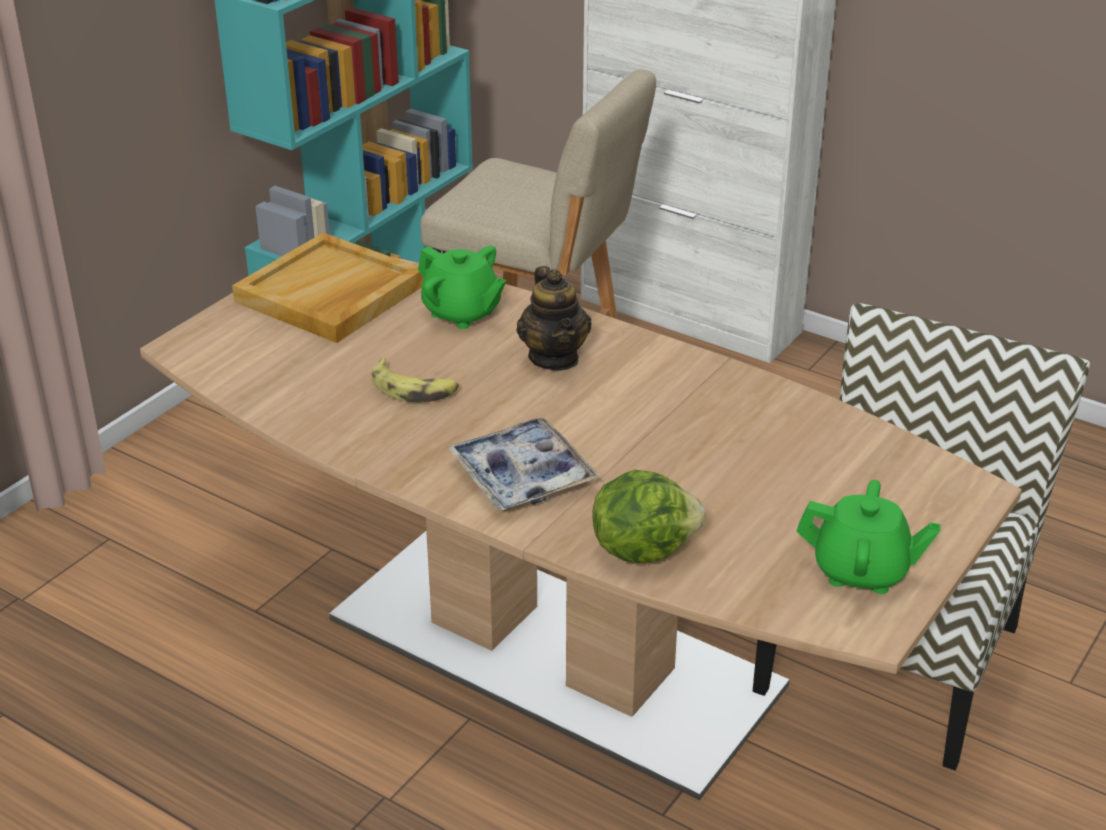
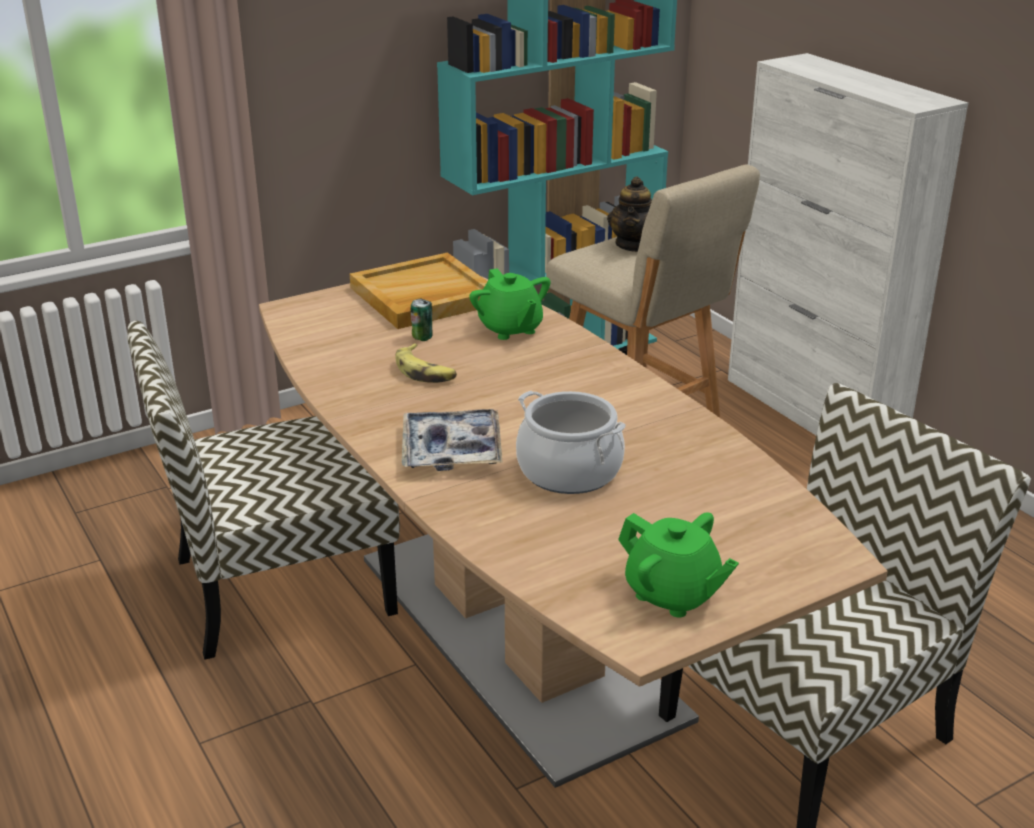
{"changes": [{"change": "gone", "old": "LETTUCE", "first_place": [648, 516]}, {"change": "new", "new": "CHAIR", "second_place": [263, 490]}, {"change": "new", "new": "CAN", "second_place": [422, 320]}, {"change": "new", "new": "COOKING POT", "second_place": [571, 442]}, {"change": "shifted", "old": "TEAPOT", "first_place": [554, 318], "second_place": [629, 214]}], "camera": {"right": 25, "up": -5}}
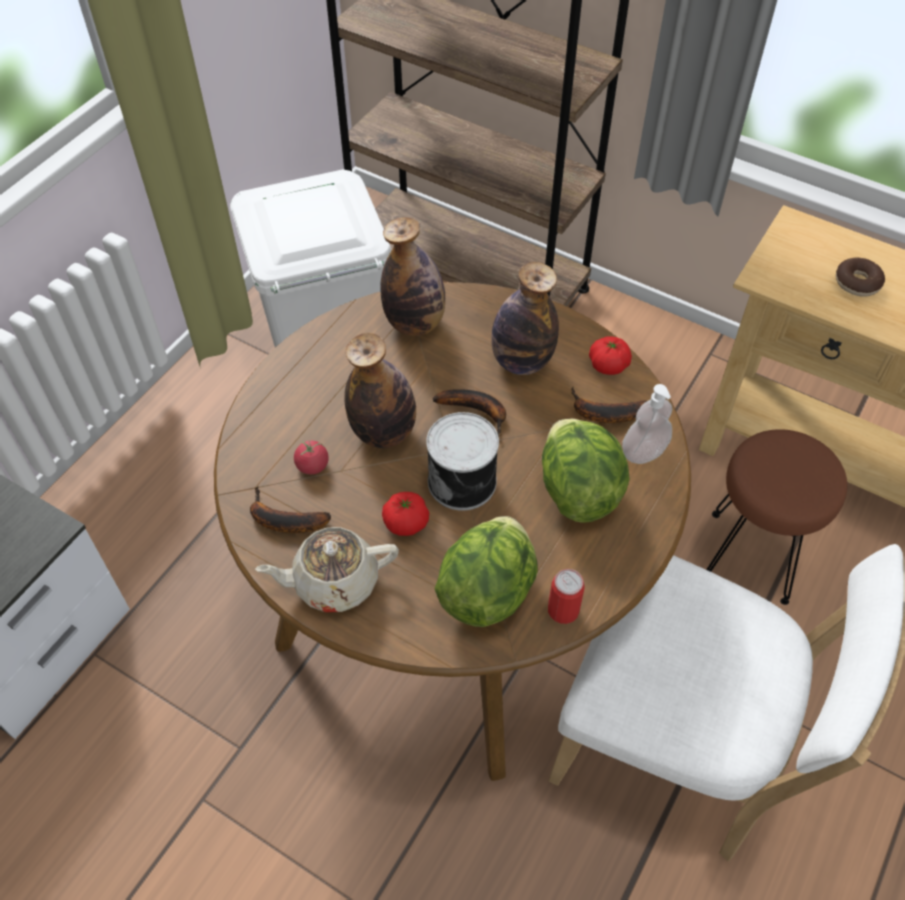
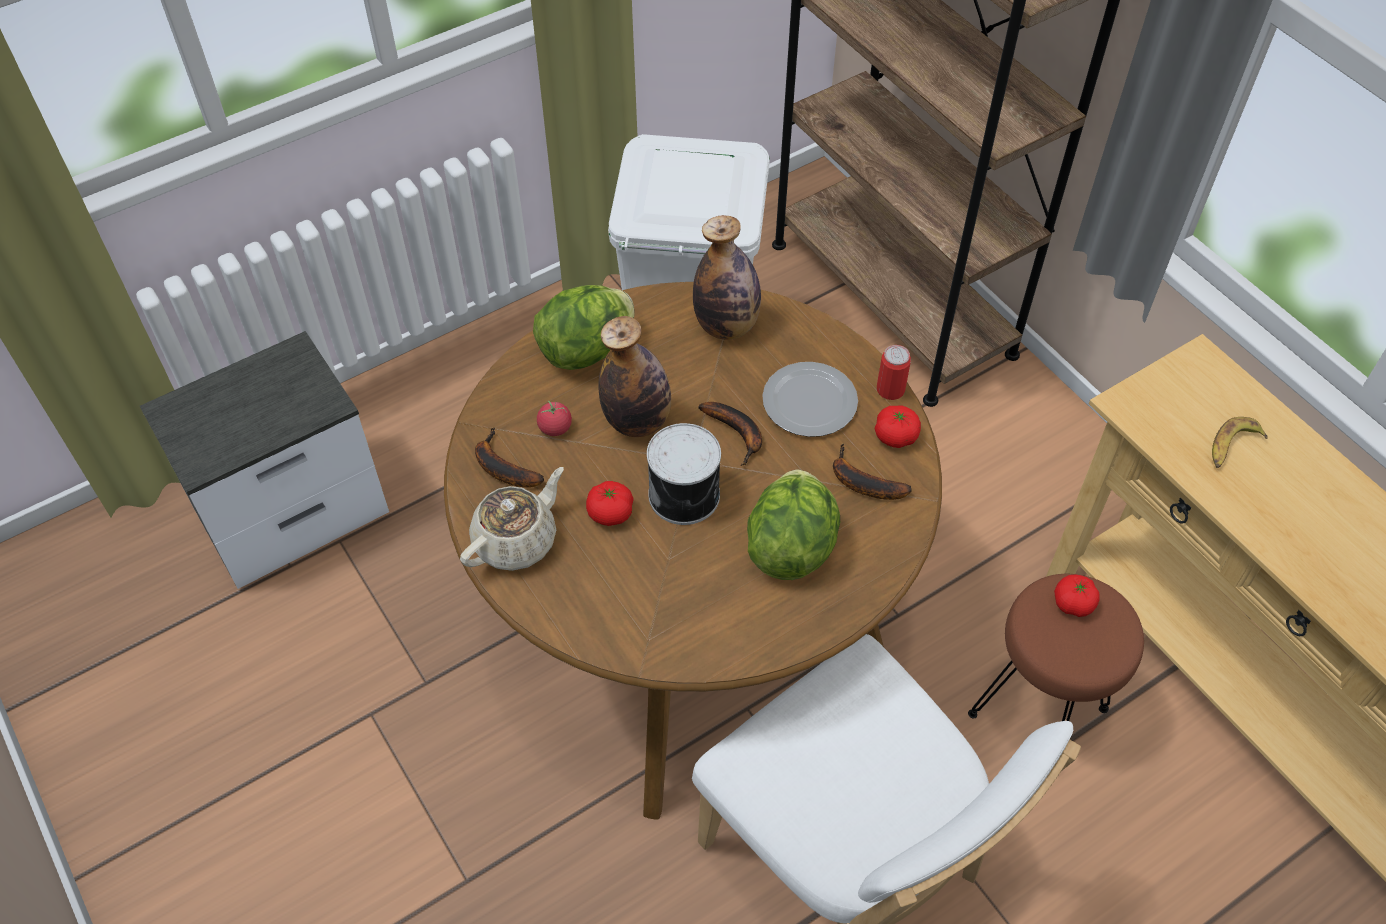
{"changes": [{"change": "gone", "old": "SOAP DISPENSER", "first_place": [647, 424]}, {"change": "new", "new": "TOMATO", "second_place": [1076, 595]}, {"change": "shifted", "old": "LETTUCE", "first_place": [486, 571], "second_place": [583, 327]}, {"change": "shifted", "old": "CAN", "first_place": [566, 596], "second_place": [894, 372]}, {"change": "swapped", "old": "BOTTLE", "new": "PLATE", "first_place": [525, 318], "second_place": [810, 399]}, {"change": "swapped", "old": "DONUT", "new": "BANANA", "first_place": [860, 277], "second_place": [1240, 442]}, {"change": "rotated", "old": "BEIGE TEAPOT", "first_place": [327, 569], "second_place": [512, 519], "degrees": 120}], "camera": {"right": 25, "up": 0}}
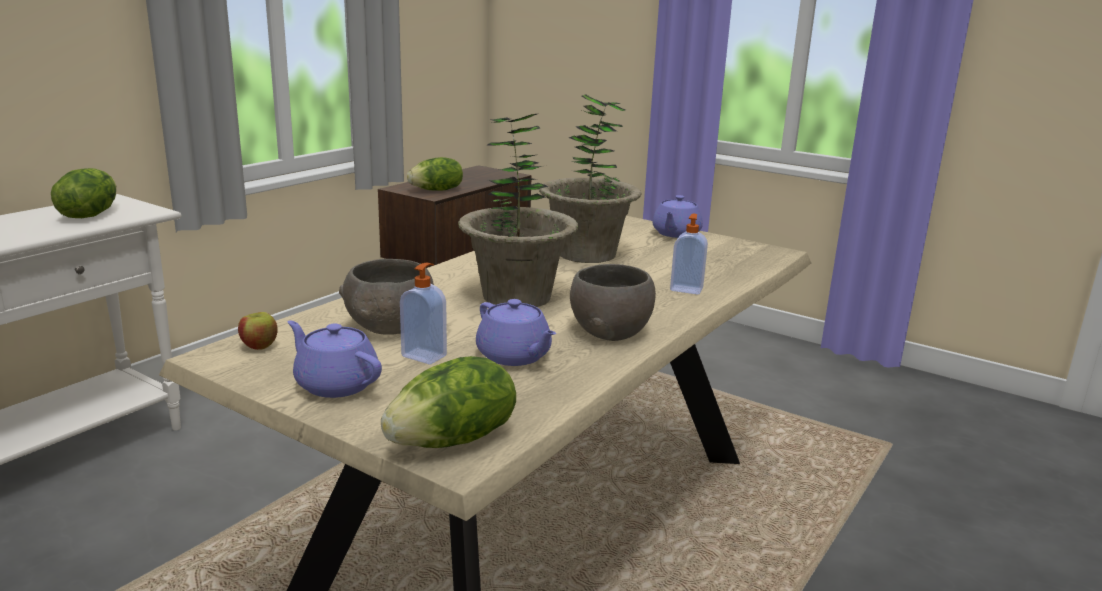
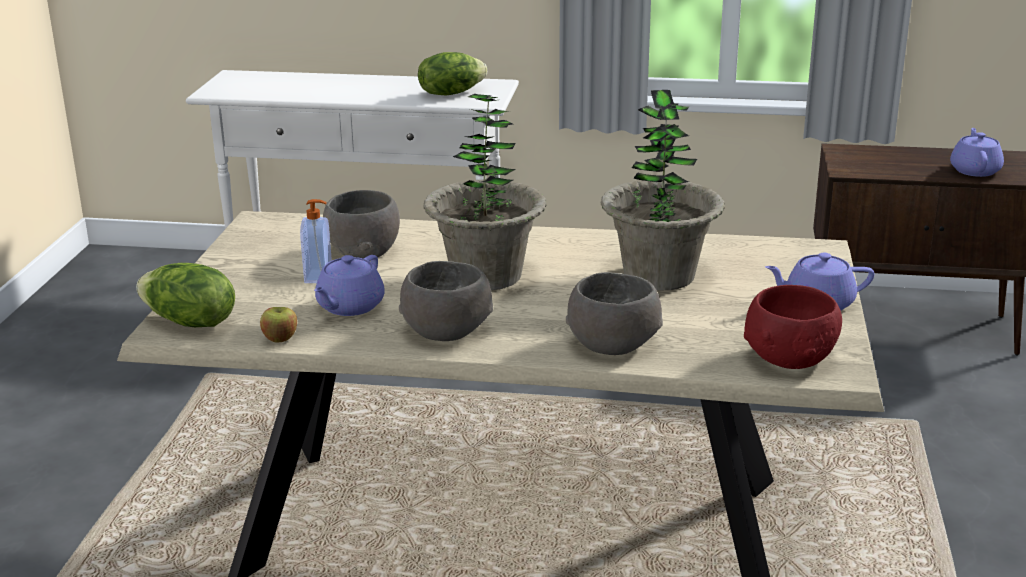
{"changes": [{"change": "gone", "old": "LETTUCE", "first_place": [435, 174]}, {"change": "new", "new": "RED BOWL", "second_place": [793, 327]}, {"change": "shifted", "old": "APPLE", "first_place": [258, 331], "second_place": [278, 325]}, {"change": "shifted", "old": "PURPLE TEAPOT", "first_place": [334, 359], "second_place": [977, 152]}, {"change": "swapped", "old": "SOAP DISPENSER", "new": "GREY BOWL", "first_place": [689, 254], "second_place": [614, 313]}], "camera": {"right": 65, "up": 5}}
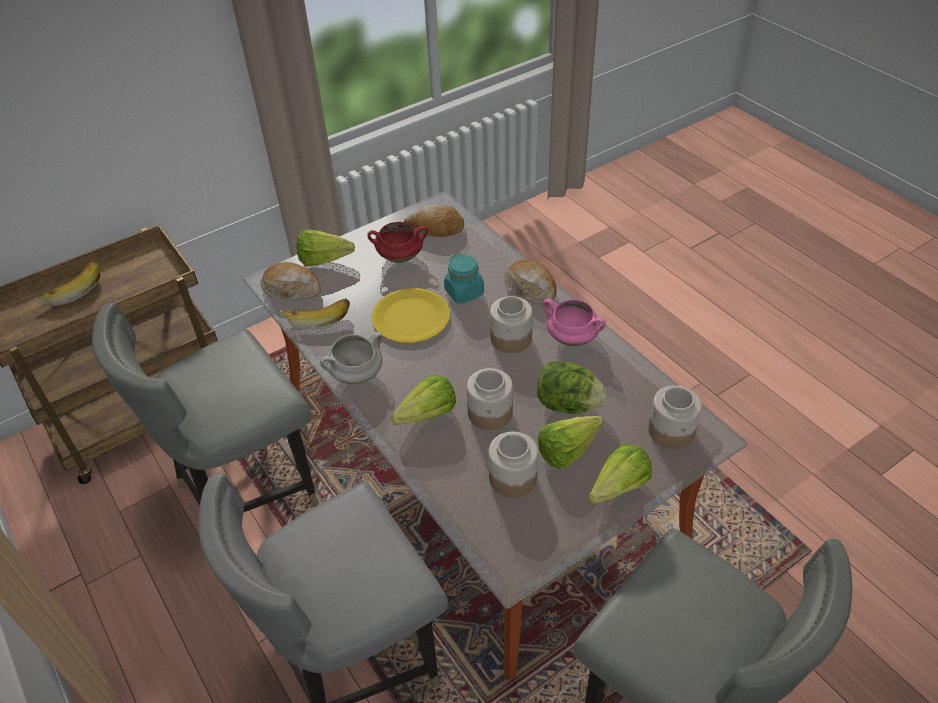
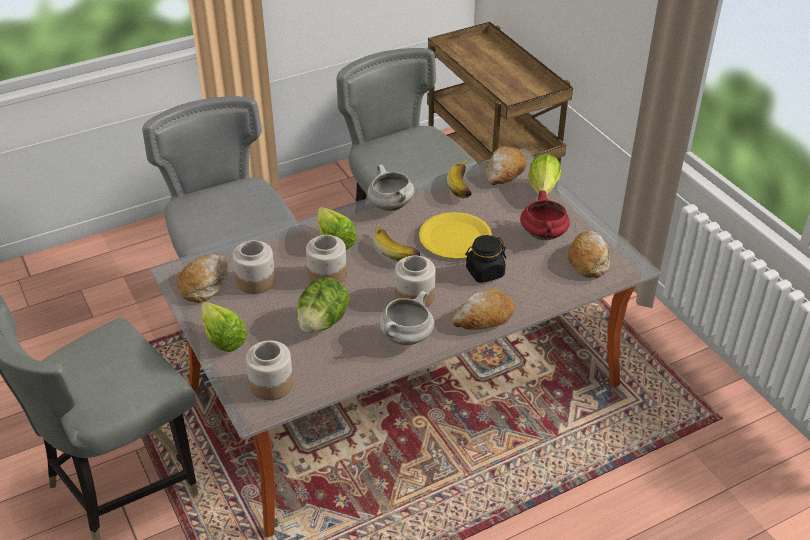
{"changes": [{"change": "gone", "old": "LETTUCE", "first_place": [570, 442]}, {"change": "new", "new": "BREAD", "second_place": [202, 278]}, {"change": "shifted", "old": "BANANA", "first_place": [67, 283], "second_place": [396, 243]}, {"change": "repainted", "old": "TURQUOISE JAR", "new": "BLACK JAR", "first_place": [464, 279], "second_place": [485, 259]}, {"change": "repainted", "old": "PINK COOKING POT", "new": "WHITE COOKING POT", "first_place": [574, 322], "second_place": [406, 318]}], "camera": {"right": 95, "up": -5}}
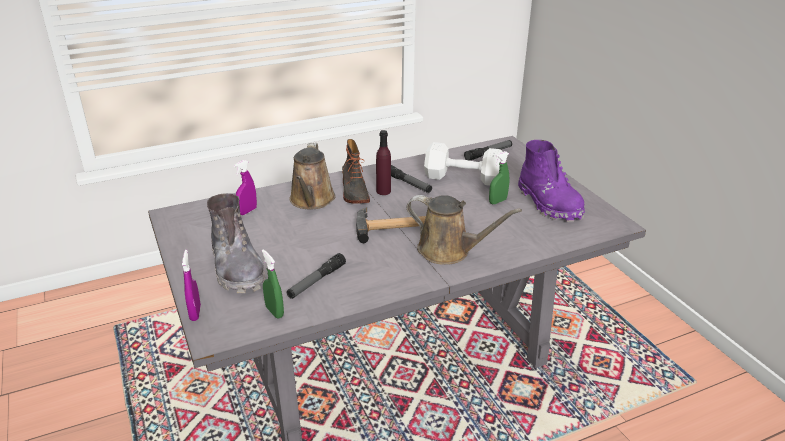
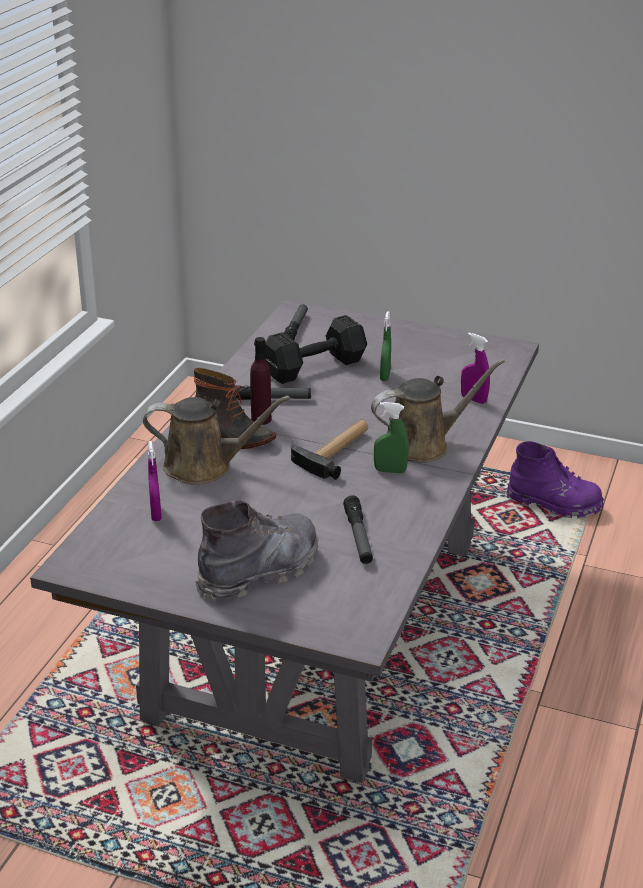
{"changes": [{"change": "shifted", "old": "PURPLE SPRAY BOTTLE", "first_place": [191, 285], "second_place": [475, 368]}, {"change": "shifted", "old": "GREEN SPRAY BOTTLE", "first_place": [273, 284], "second_place": [391, 437]}, {"change": "shifted", "old": "PURPLE BOOT", "first_place": [551, 181], "second_place": [555, 479]}, {"change": "repainted", "old": "WHITE DUMBBELL", "new": "BLACK DUMBBELL", "first_place": [463, 164], "second_place": [316, 349]}, {"change": "rotated", "old": "GREY BOOT", "first_place": [236, 243], "second_place": [257, 551], "degrees": -60}, {"change": "rotated", "old": "BROWN WATERING CAN", "first_place": [313, 176], "second_place": [216, 440], "degrees": -45}], "camera": {"right": -45, "up": 0}}
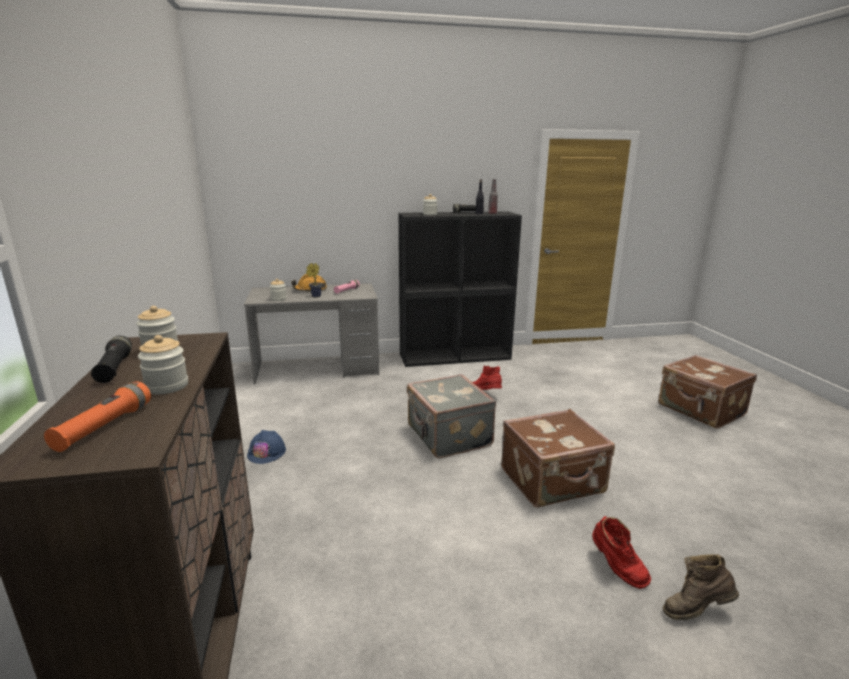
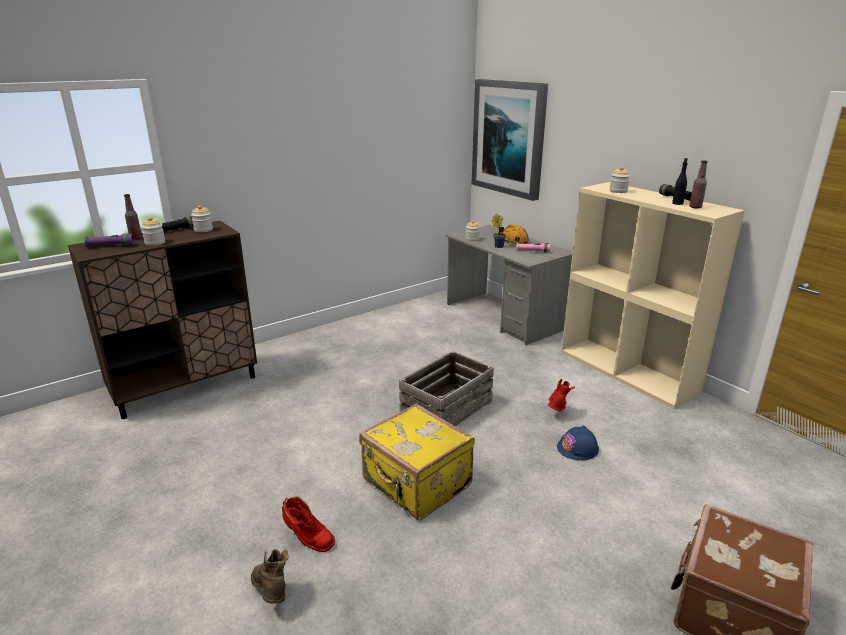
{"changes": [{"change": "new", "new": "BOTTLE", "second_place": [133, 217]}, {"change": "new", "new": "PICTURE", "second_place": [510, 140]}, {"change": "shifted", "old": "BLUE HARD HAT", "first_place": [266, 447], "second_place": [578, 443]}, {"change": "swapped", "old": "GREY SUITCASE", "new": "CRATE", "first_place": [451, 416], "second_place": [446, 388]}, {"change": "repainted", "old": "ORANGE FLASHLIGHT", "new": "PURPLE FLASHLIGHT", "first_place": [97, 416], "second_place": [110, 240]}, {"change": "repainted", "old": "BLACK BOOKCASE", "new": "BEIGE BOOKCASE", "first_place": [460, 289], "second_place": [653, 296]}, {"change": "repainted", "old": "BROWN SUITCASE", "new": "YELLOW SUITCASE", "first_place": [558, 458], "second_place": [417, 462]}, {"change": "rotated", "old": "RED BOOT", "first_place": [621, 552], "second_place": [308, 524], "degrees": -90}], "camera": {"right": 65, "up": 5}}
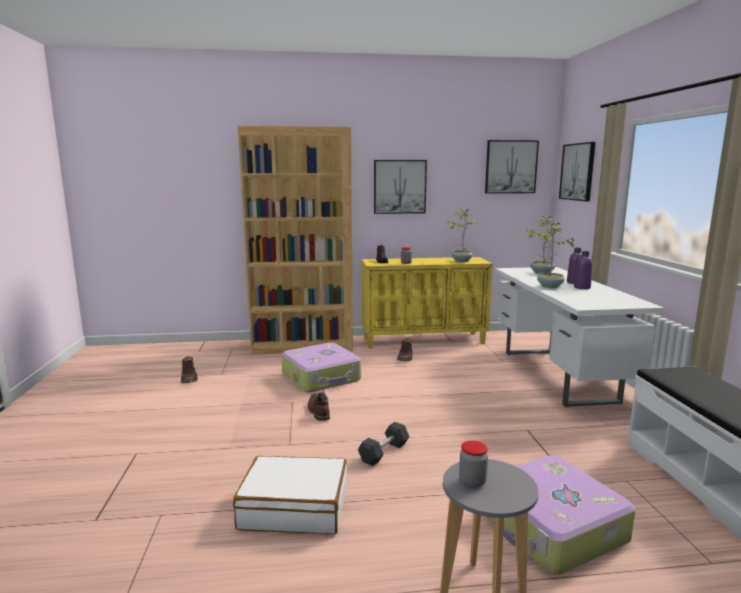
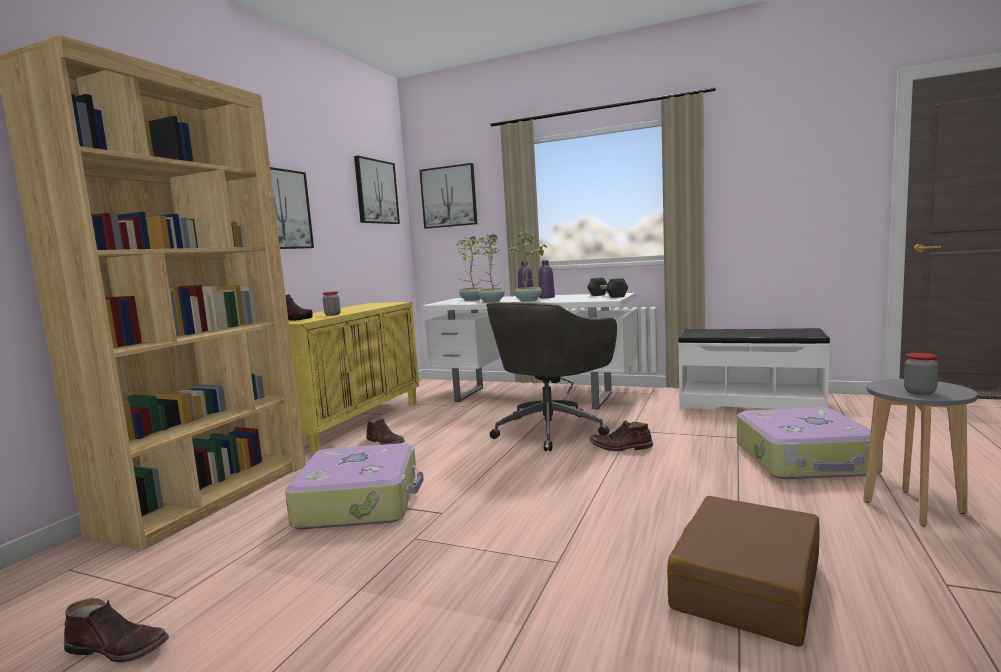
{"changes": [{"change": "new", "new": "GREY OFFICE CHAIR", "second_place": [551, 376]}, {"change": "shifted", "old": "BROWN BOOT", "first_place": [319, 407], "second_place": [621, 436]}, {"change": "shifted", "old": "GREY DUMBBELL", "first_place": [383, 444], "second_place": [607, 288]}, {"change": "shifted", "old": "POTTED PLANT", "first_place": [462, 235], "second_place": [489, 268]}, {"change": "repainted", "old": "WHITE SUITCASE", "new": "BROWN SUITCASE", "first_place": [290, 495], "second_place": [743, 571]}], "camera": {"right": -60, "up": -5}}
